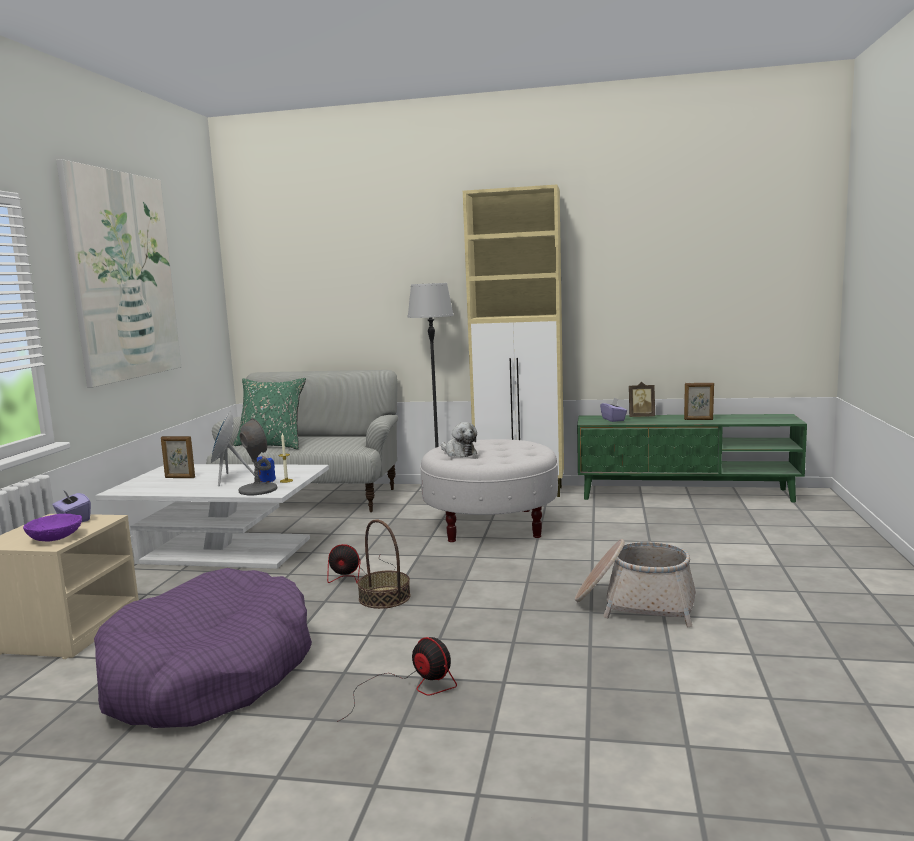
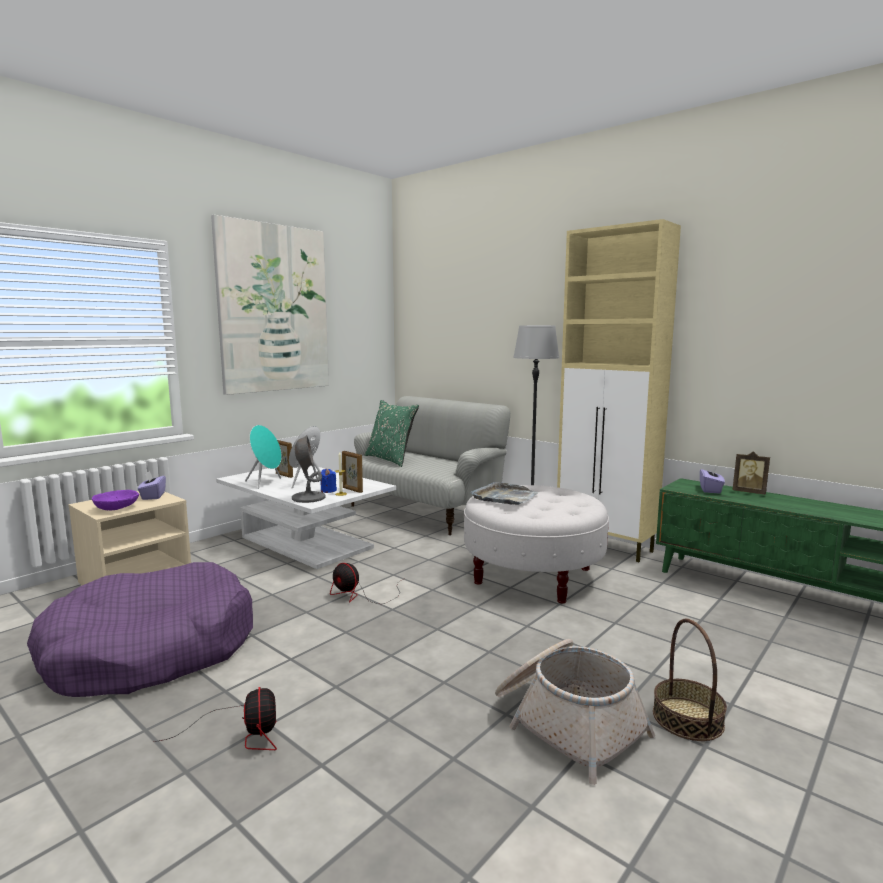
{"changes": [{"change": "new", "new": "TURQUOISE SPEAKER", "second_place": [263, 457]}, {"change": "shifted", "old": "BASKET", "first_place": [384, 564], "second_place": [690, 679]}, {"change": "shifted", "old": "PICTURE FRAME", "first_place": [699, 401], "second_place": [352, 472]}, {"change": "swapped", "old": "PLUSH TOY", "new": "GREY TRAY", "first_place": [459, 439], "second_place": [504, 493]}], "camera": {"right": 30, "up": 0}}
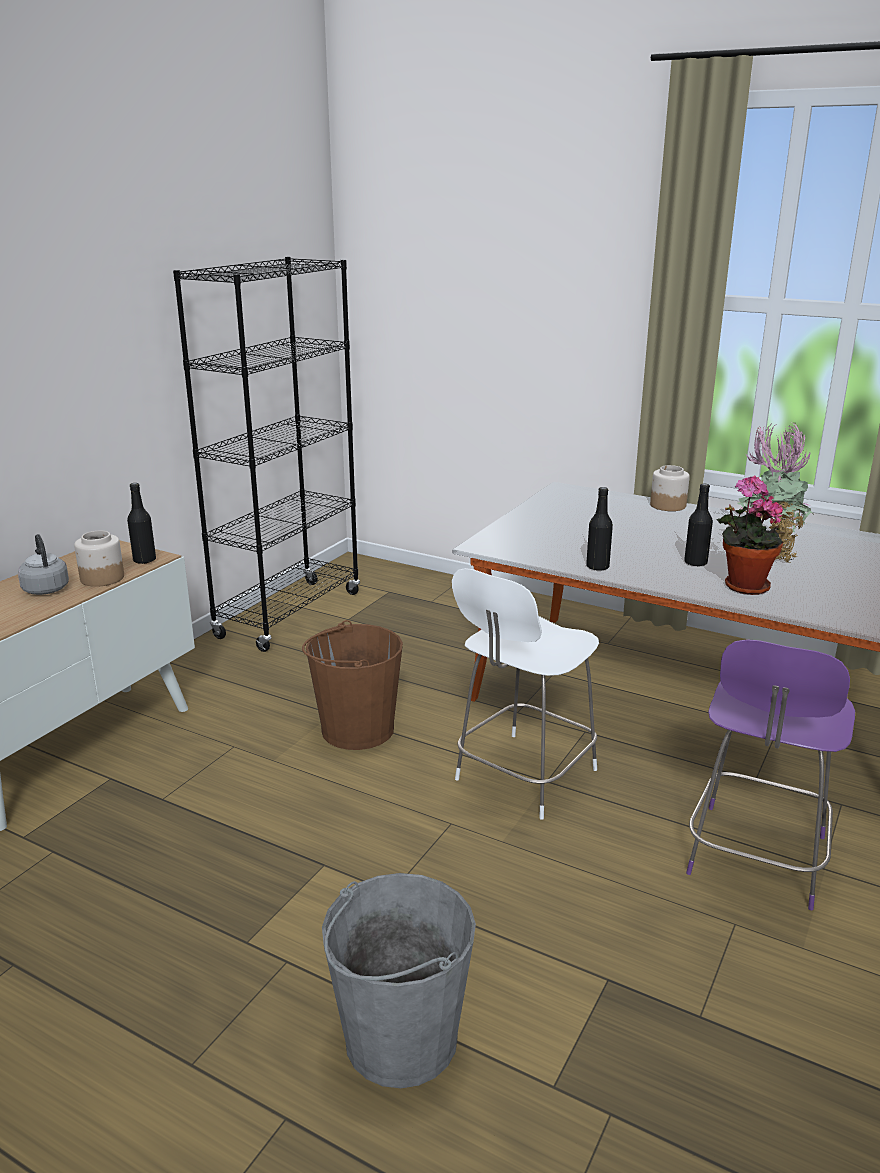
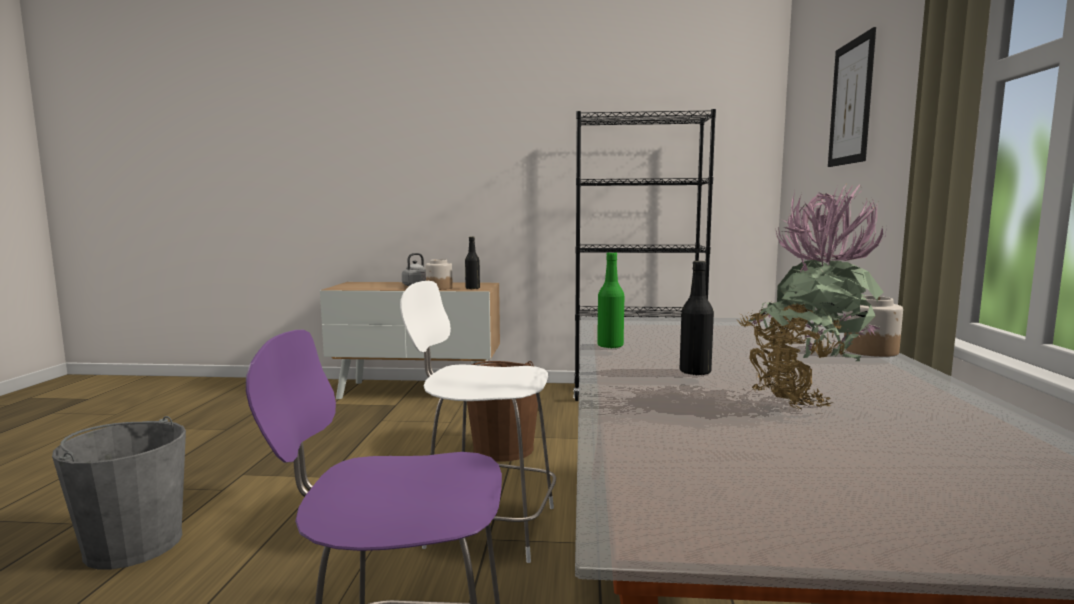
{"changes": [{"change": "gone", "old": "POTTED PLANT", "first_place": [749, 535]}, {"change": "new", "new": "PICTURE", "second_place": [852, 97]}, {"change": "repainted", "old": "BLACK BOTTLE", "new": "GREEN BOTTLE", "first_place": [599, 529], "second_place": [610, 300]}], "camera": {"right": 65, "up": -15}}
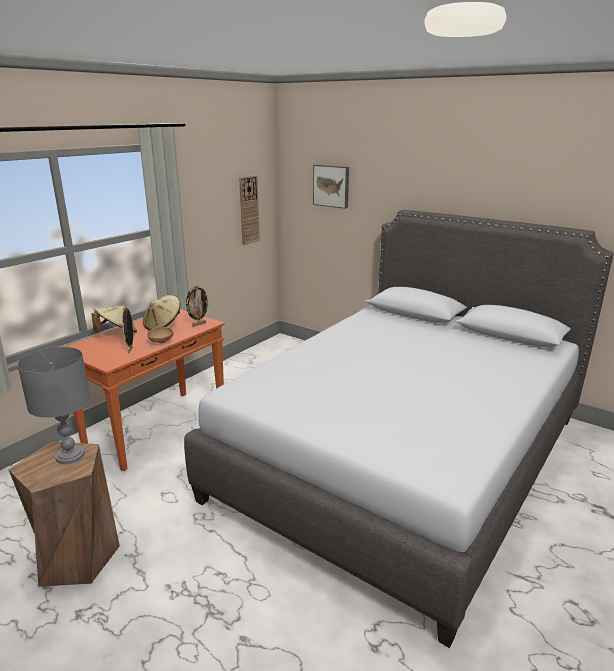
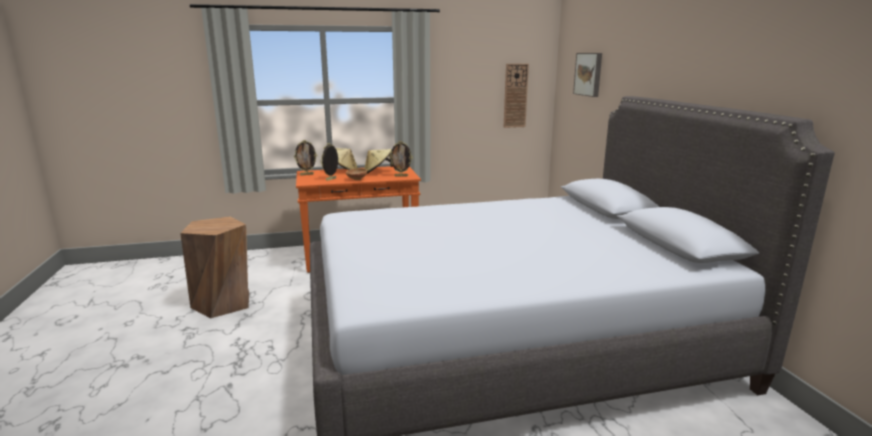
{"changes": [{"change": "gone", "old": "GREY TABLE LAMP", "first_place": [53, 405]}, {"change": "new", "new": "PICTURE FRAME", "second_place": [306, 158]}], "camera": {"right": 40, "up": -5}}
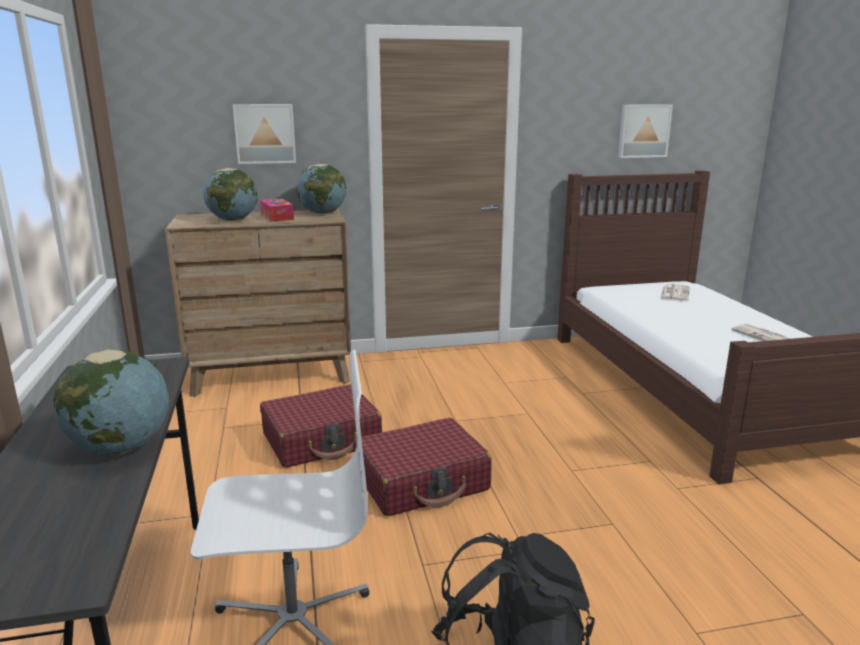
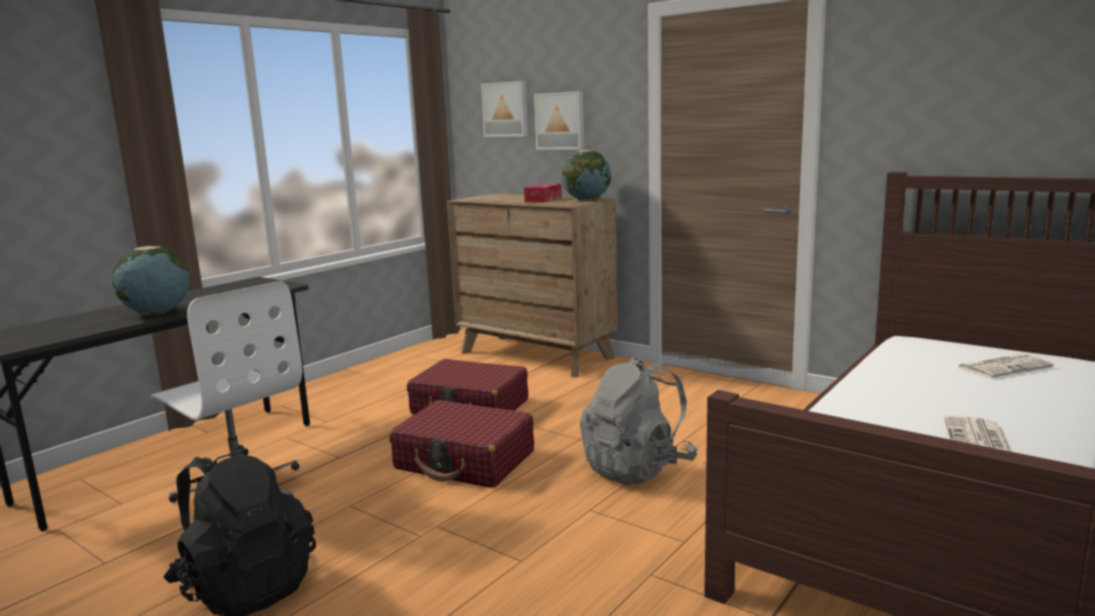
{"changes": [{"change": "gone", "old": "GLOBE", "first_place": [230, 194]}, {"change": "new", "new": "GREY BACKPACK", "second_place": [638, 421]}, {"change": "shifted", "old": "PICTURE", "first_place": [645, 131], "second_place": [504, 109]}], "camera": {"right": 50, "up": -5}}
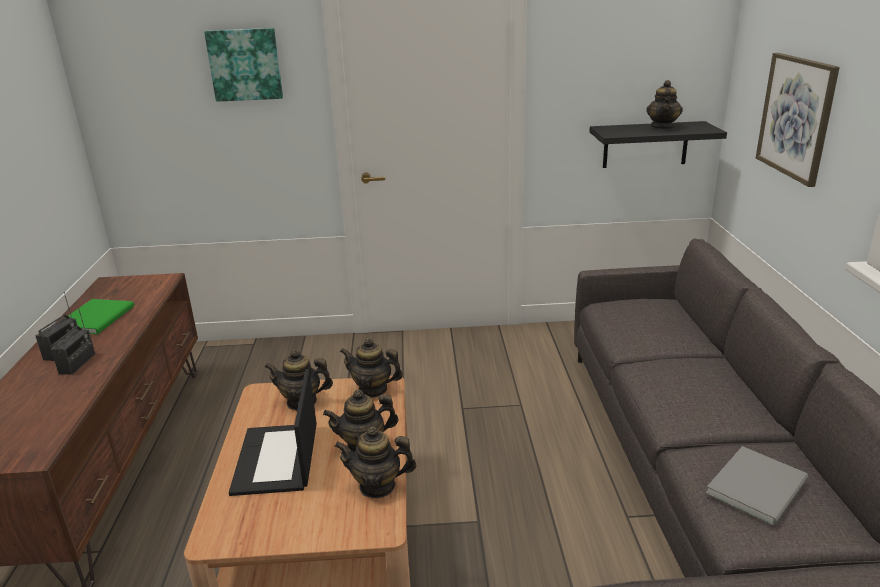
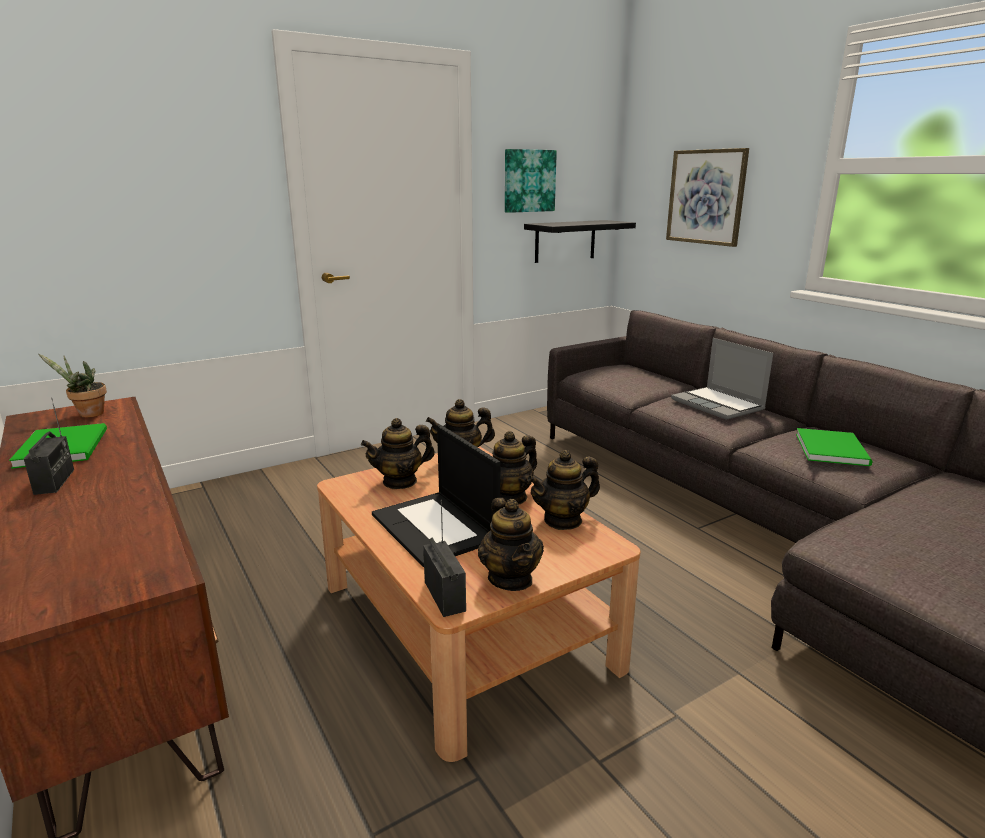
{"changes": [{"change": "new", "new": "POTTED PLANT", "second_place": [72, 386]}, {"change": "new", "new": "LAPTOP", "second_place": [722, 379]}, {"change": "shifted", "old": "RADIO", "first_place": [73, 339], "second_place": [444, 558]}, {"change": "shifted", "old": "PICTURE", "first_place": [243, 65], "second_place": [531, 181]}, {"change": "shifted", "old": "TEAPOT", "first_place": [664, 104], "second_place": [511, 544]}, {"change": "repainted", "old": "GREY BOOK", "new": "GREEN BOOK", "first_place": [757, 486], "second_place": [834, 447]}], "camera": {"right": -30, "up": -5}}
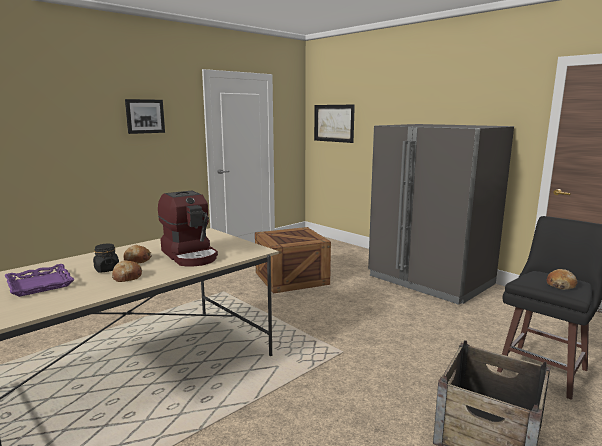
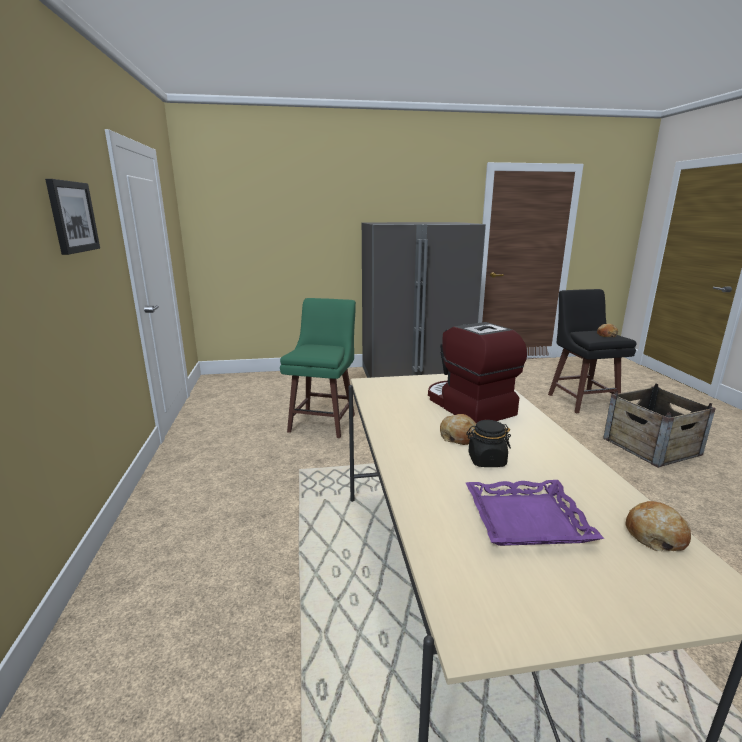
{"changes": [{"change": "gone", "old": "PICTURE", "first_place": [334, 124]}, {"change": "shifted", "old": "BREAD", "first_place": [127, 271], "second_place": [658, 526]}, {"change": "swapped", "old": "CRATE", "new": "GREEN STOOL", "first_place": [293, 260], "second_place": [318, 368]}, {"change": "rotated", "old": "COFFEE MACHINE", "first_place": [188, 229], "second_place": [477, 373], "degrees": -120}], "camera": {"right": -55, "up": 5}}
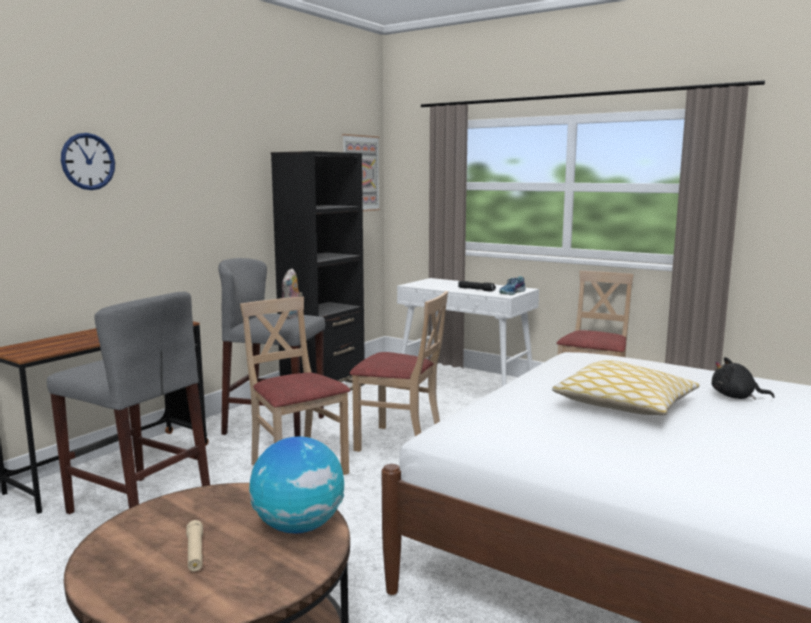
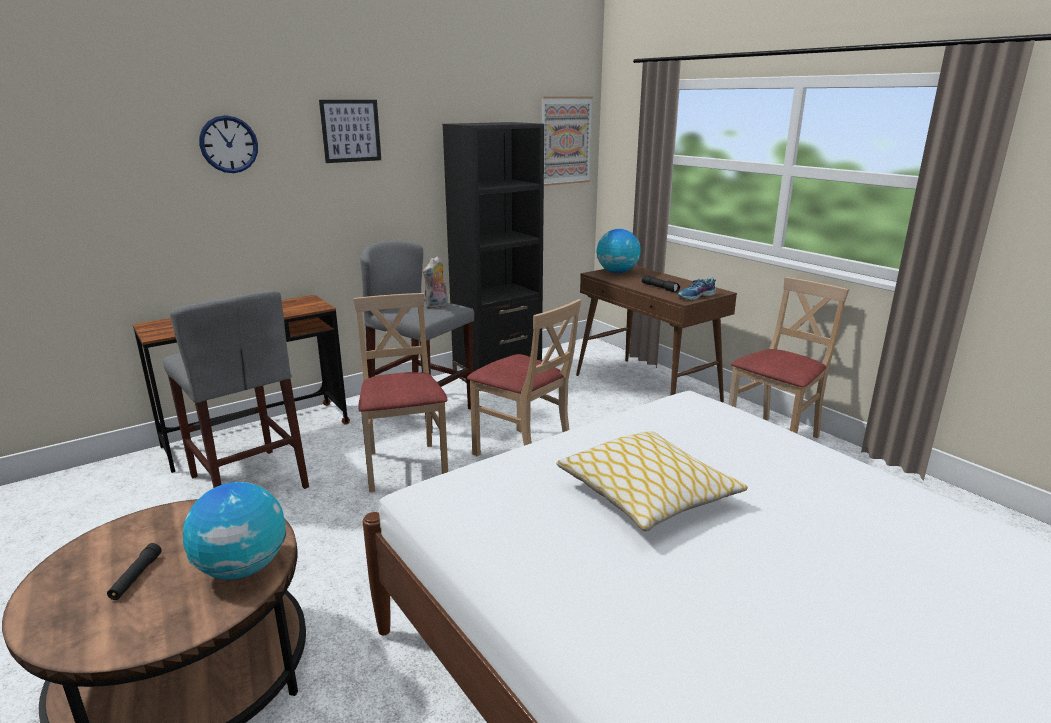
{"changes": [{"change": "gone", "old": "BLACK PLUSH TOY", "first_place": [743, 378]}, {"change": "new", "new": "PICTURE", "second_place": [350, 131]}, {"change": "new", "new": "GLOBE", "second_place": [619, 251]}, {"change": "repainted", "old": "BEIGE FLASHLIGHT", "new": "BLACK FLASHLIGHT", "first_place": [194, 546], "second_place": [134, 571]}, {"change": "repainted", "old": "WHITE CONSOLE TABLE", "new": "BROWN CONSOLE TABLE", "first_place": [468, 332], "second_place": [656, 334]}], "camera": {"right": 20, "up": 10}}
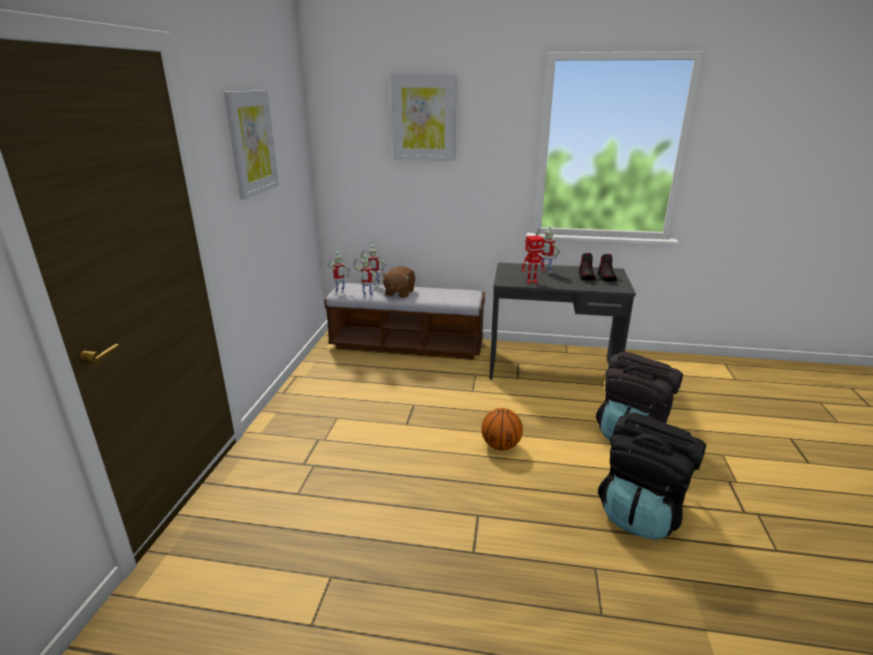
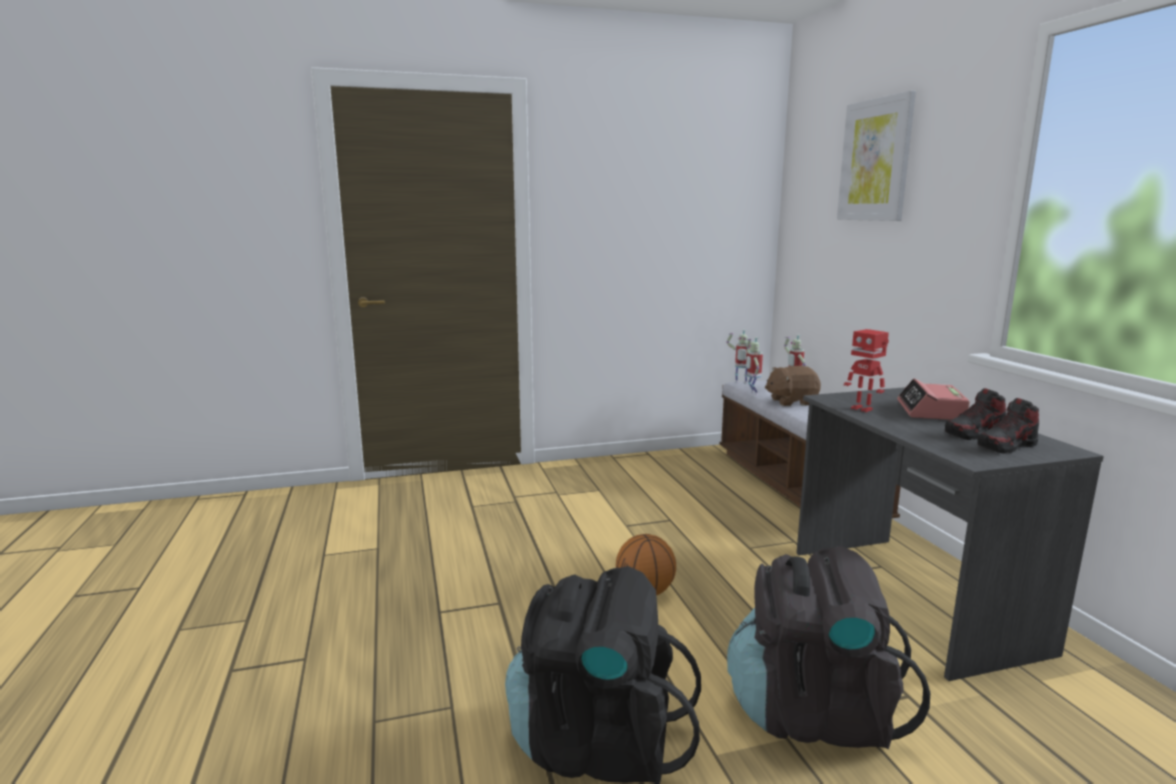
{"changes": [{"change": "gone", "old": "PICTURE", "first_place": [251, 145]}, {"change": "swapped", "old": "TOY ROBOT", "new": "ALARM CLOCK", "first_place": [548, 249], "second_place": [933, 399]}], "camera": {"right": 65, "up": -10}}
